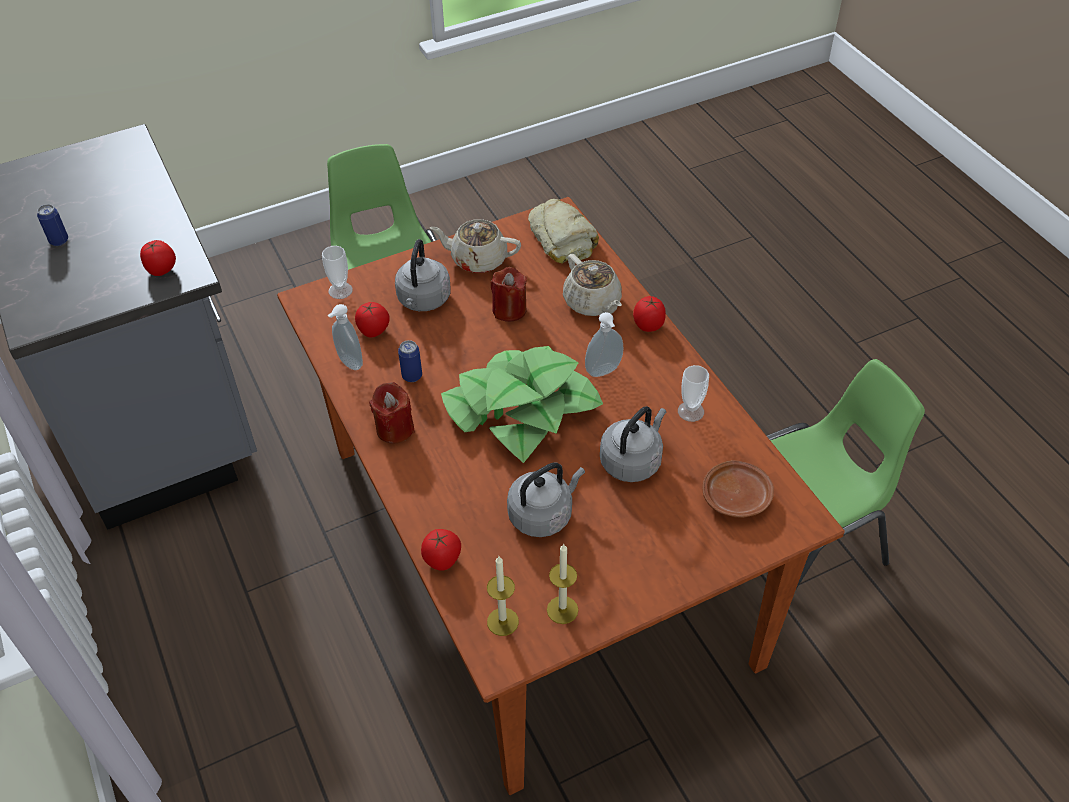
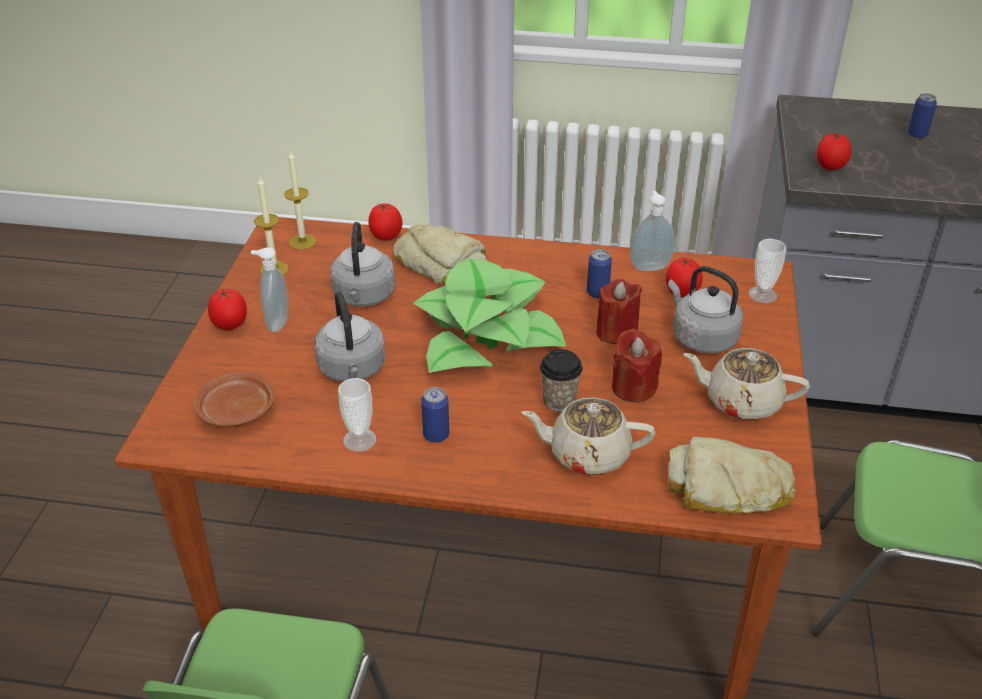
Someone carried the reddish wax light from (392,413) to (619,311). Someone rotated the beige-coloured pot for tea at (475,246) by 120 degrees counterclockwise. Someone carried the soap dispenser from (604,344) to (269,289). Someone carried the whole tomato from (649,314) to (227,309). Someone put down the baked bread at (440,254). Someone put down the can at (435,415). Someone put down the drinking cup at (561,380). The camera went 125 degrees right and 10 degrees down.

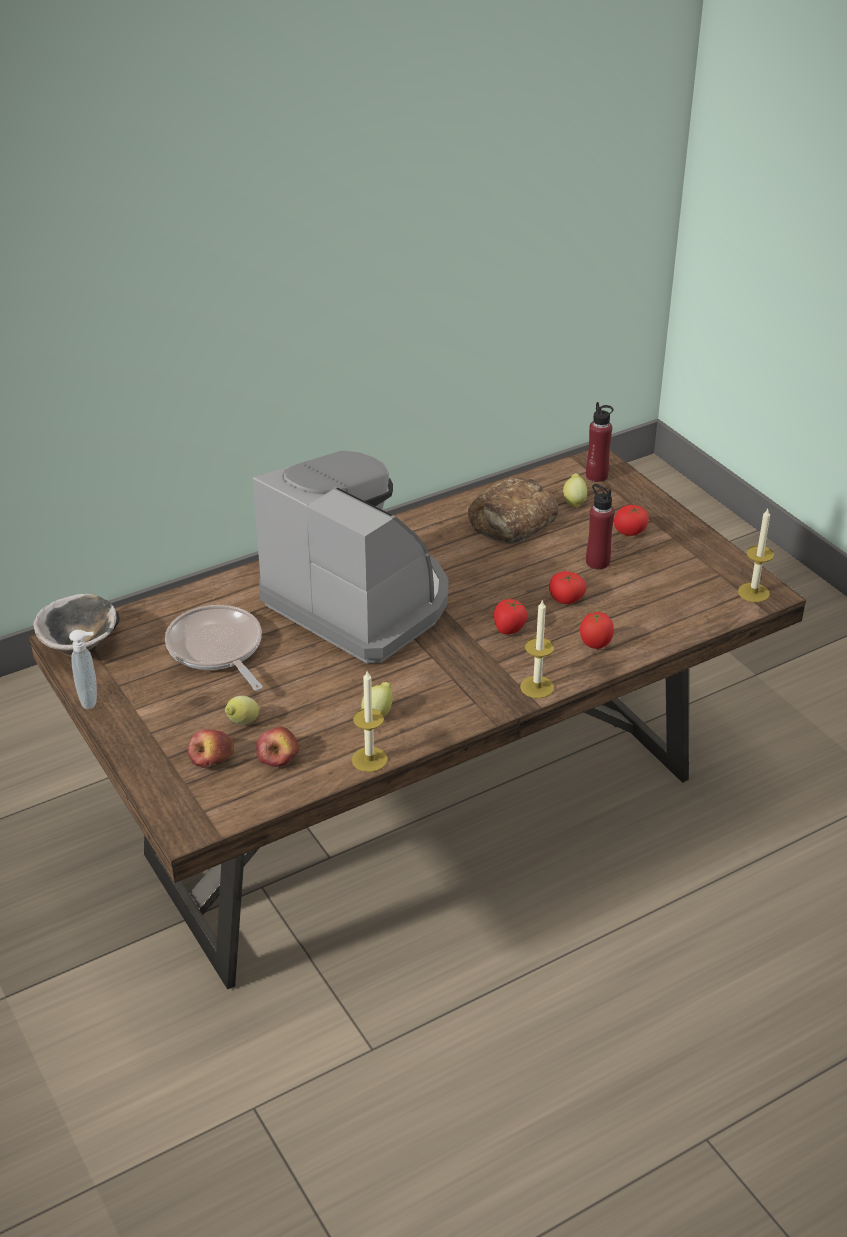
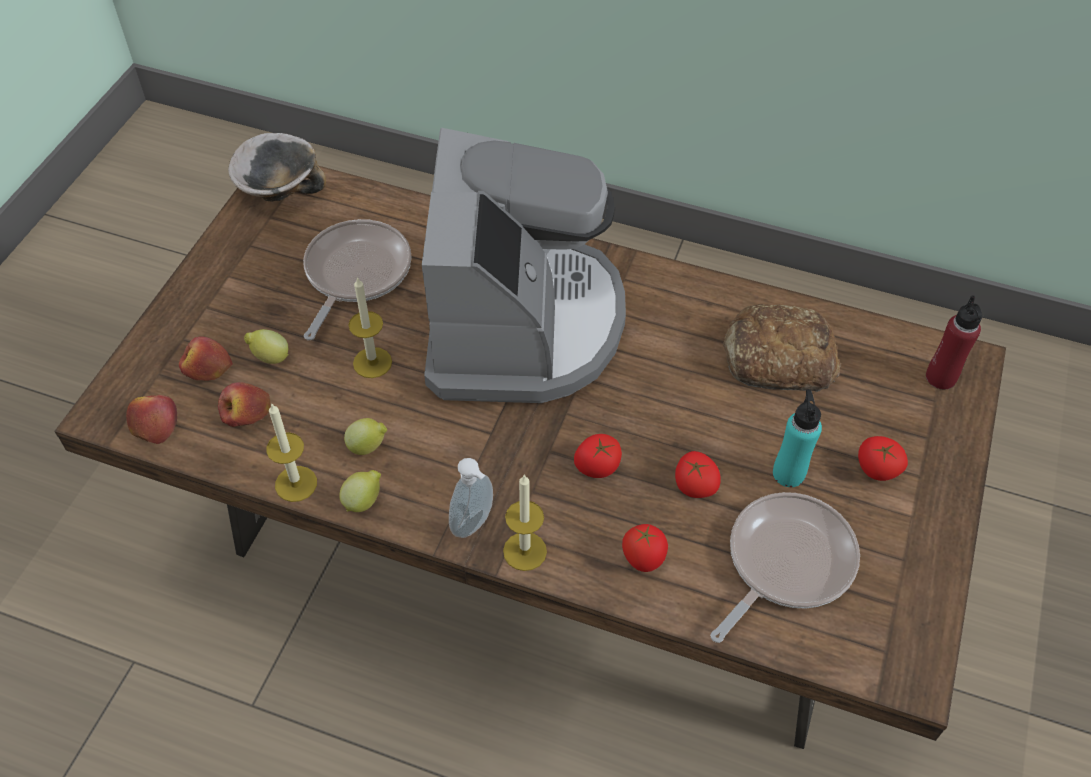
Someone carried the soap dispenser from (83,669) to (471,498). Someone carried the citrus fruit from (575,490) to (360,491). Someone repainted the reddish bottle at (600,526), which became the turquoise-coloured bottle at (797,438). Someone carried the wax light from (756,555) to (370,327). Someone put down the apple fruit at (151,419). Someone put down the pan at (785,567). The camera went 50 degrees right and 15 degrees up.

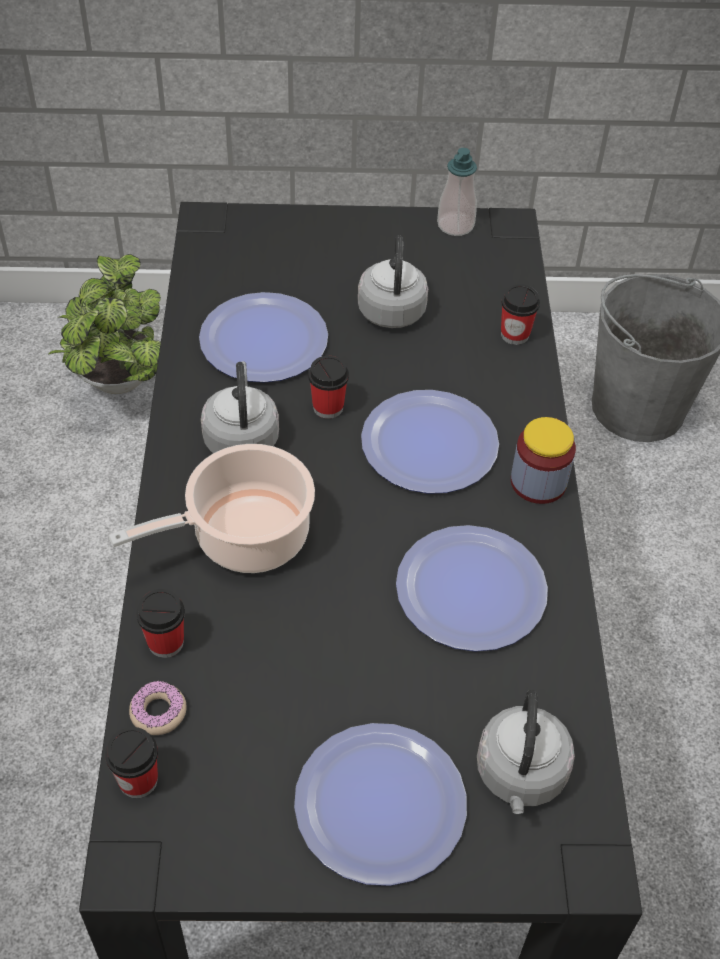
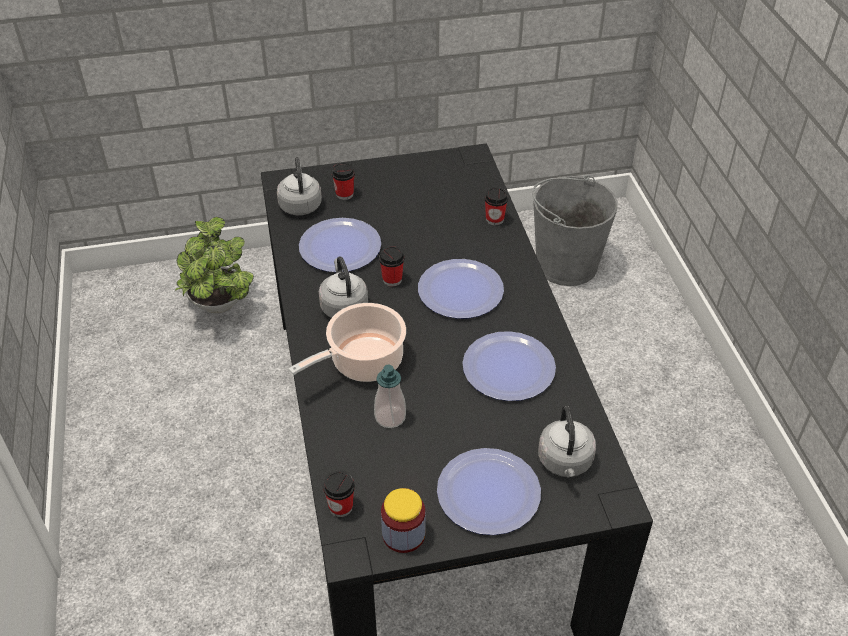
Someone took away the doughnut at (158,708). Someone carried the drinking cup from (160,623) to (343,181). Someone carried the greyish kettle from (393,281) to (299,186). Someone carried the soap dispenser from (457,192) to (390,396). Someone carried the jar from (543,460) to (403,520). The camera went 10 degrees left and 5 degrees down.

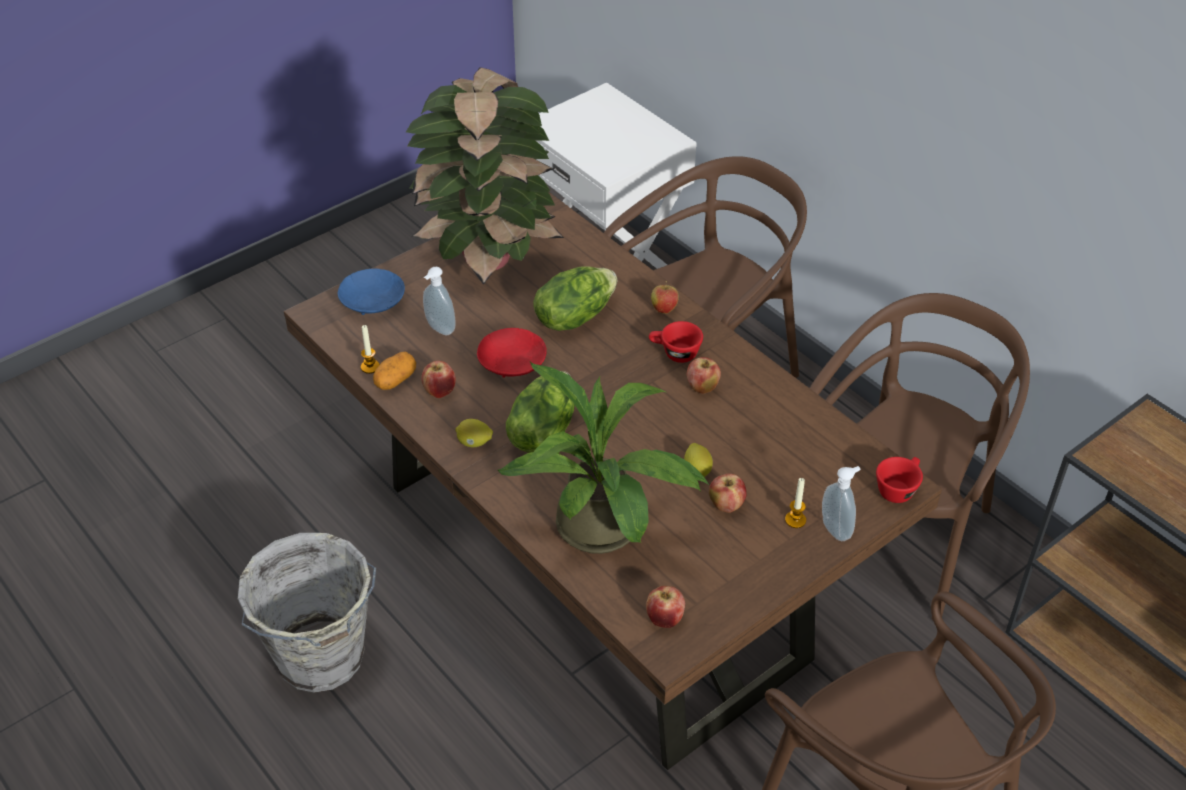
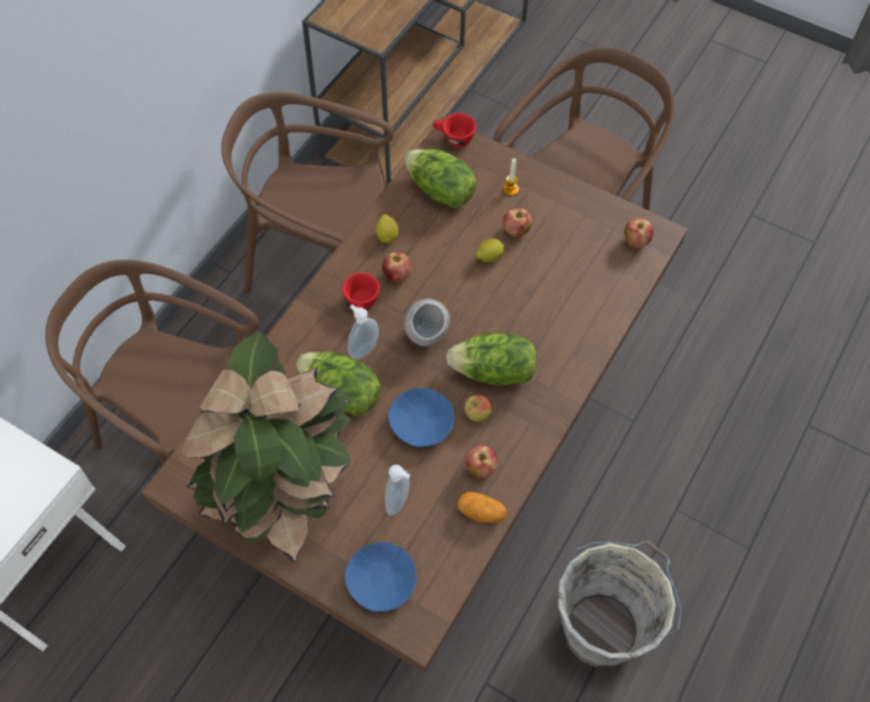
Someone took away the wax light at (370,349). Someone carried the citrus fruit from (474,433) to (387,228). Someone repainted the reddish serving bowl at (512,353), which became the blue serving bowl at (421,417). Someone took away the houseplant at (603,458). Someone carried the apple fruit from (665,297) to (477,408). Someone carried the soap dispenser from (841,503) to (363,332). Someone put down the lettuce head at (440,178). Someone put down the greyish serving bowl at (427,322). The camera went 110 degrees left and 15 degrees up.

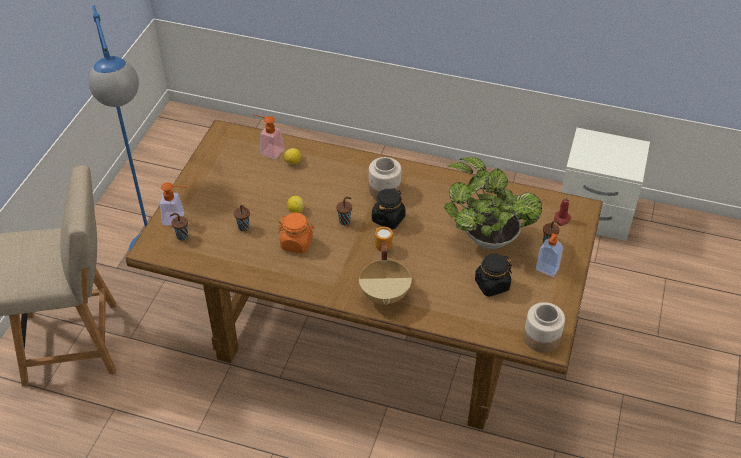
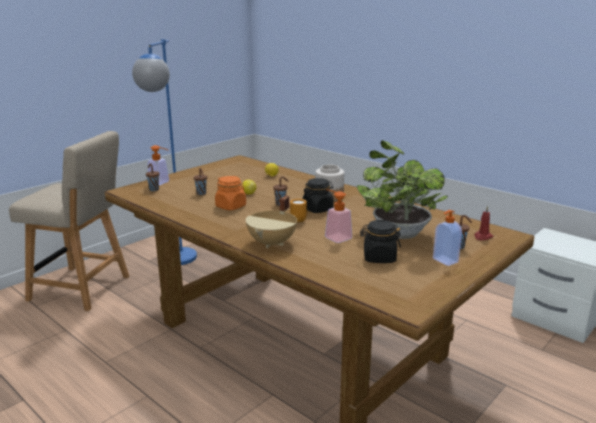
Someone carried the soap dispenser from (268,136) to (338,216). Someone took away the jar at (544,327). The camera went 25 degrees right and 25 degrees down.

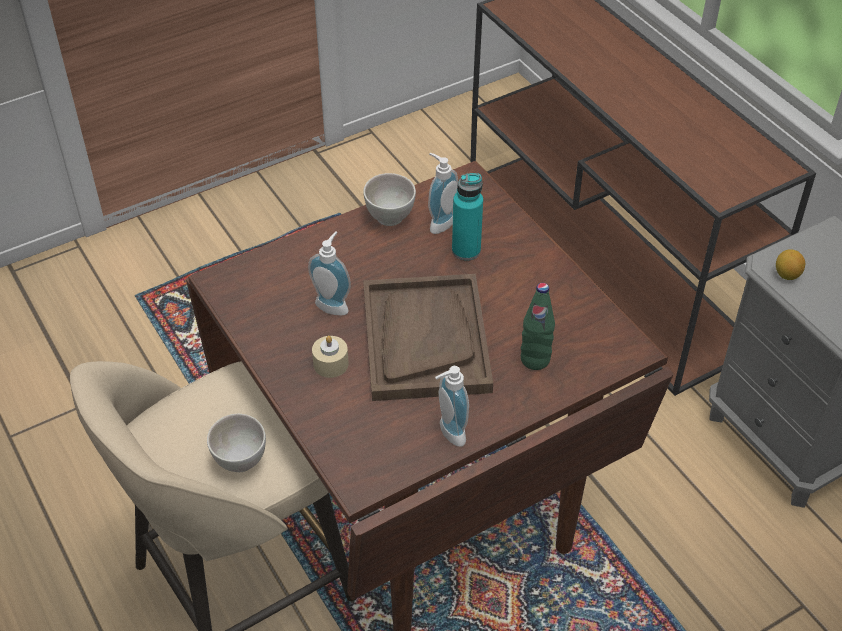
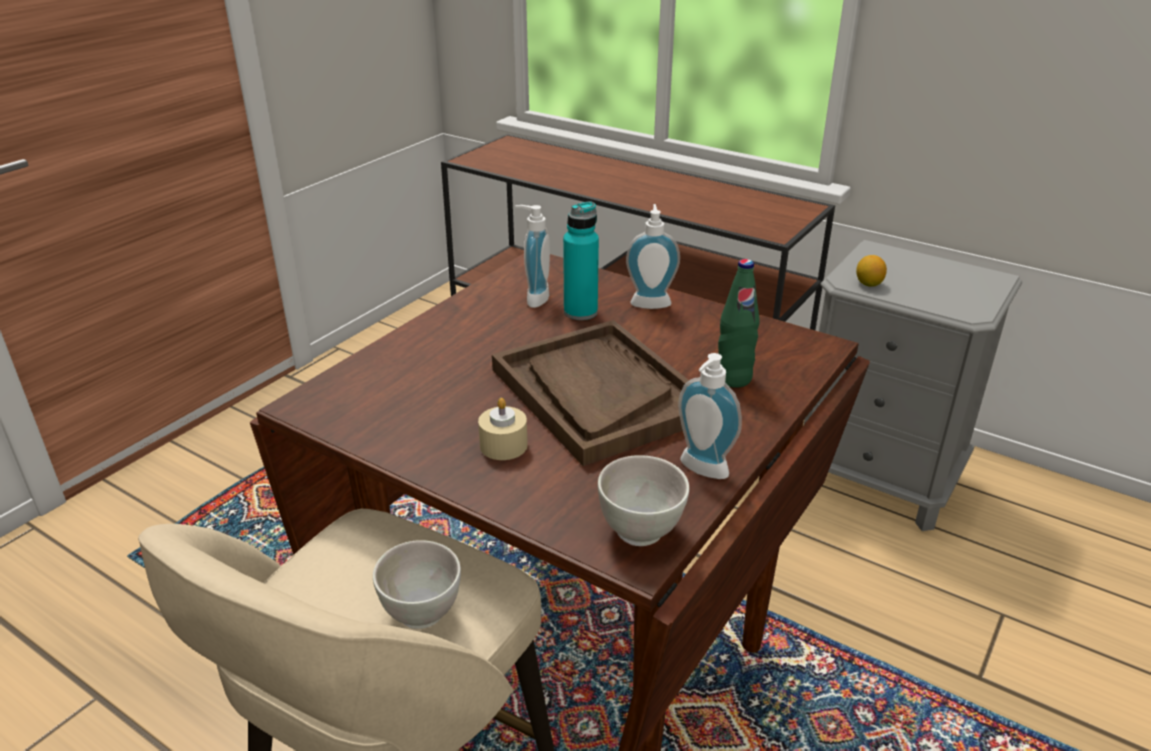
Someone carried the soap dispenser from (329,274) to (653,256). Someone carried the white serving bowl from (389,199) to (643,500). The camera went 25 degrees left and 15 degrees down.

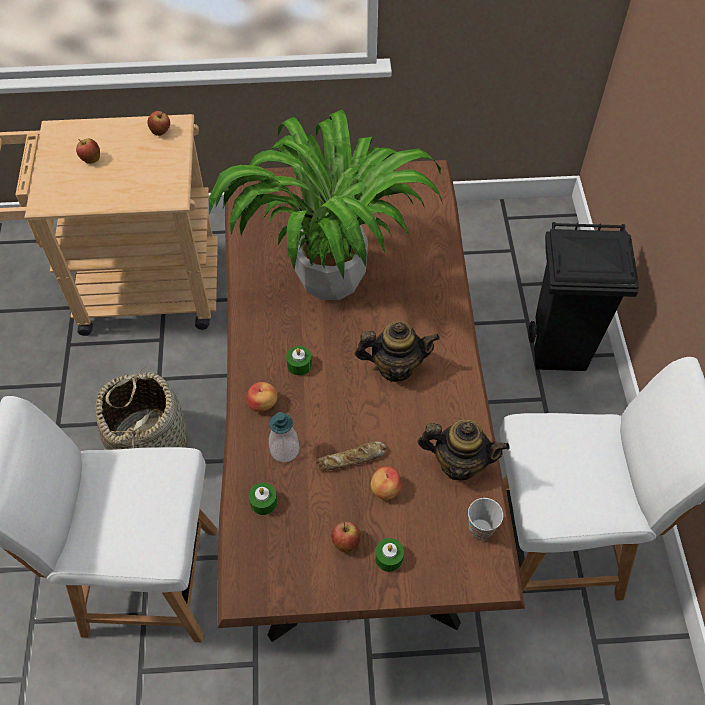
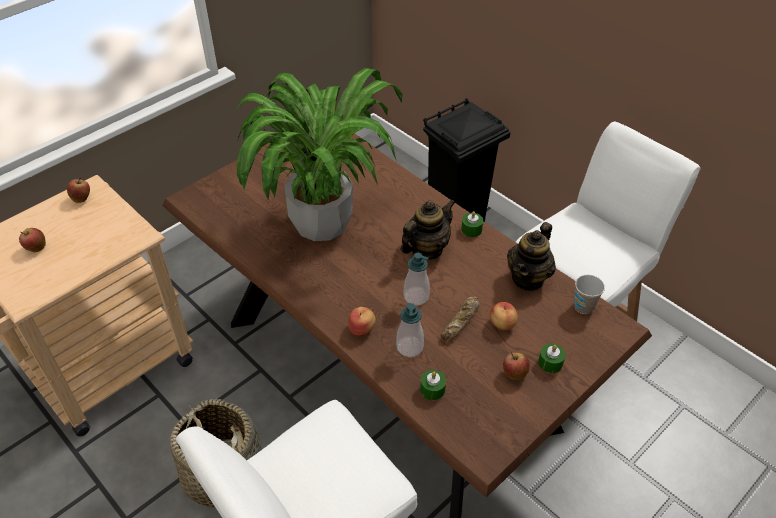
Someone carried the green-coloured wax light from (299,361) to (472,224). Someone rotated the pot for tea at (464,450) by 150 degrees clockwise. Someone put down the soap dispenser at (417,279). The camera went 40 degrees left and 10 degrees down.

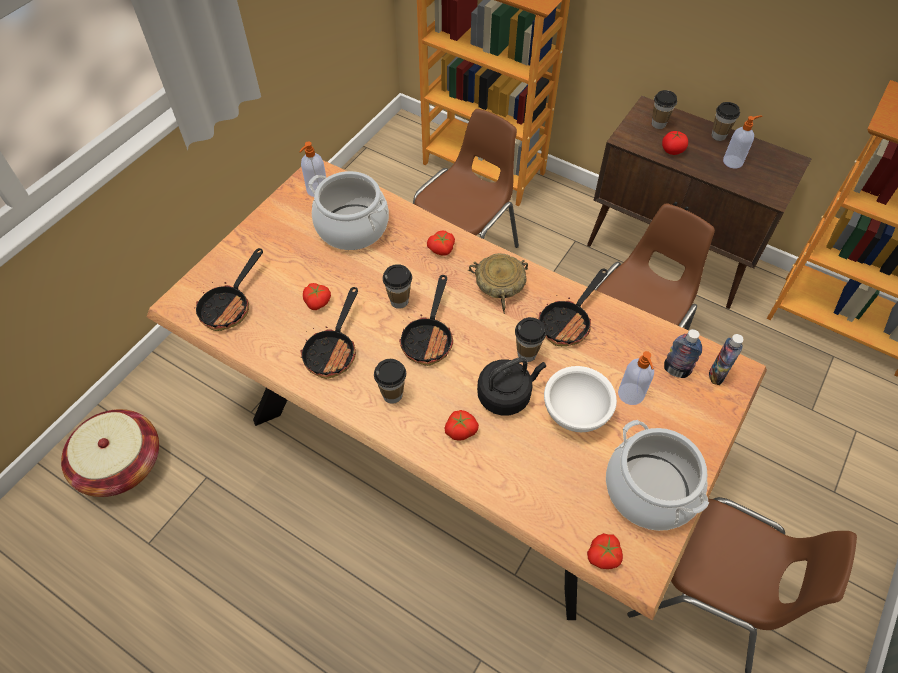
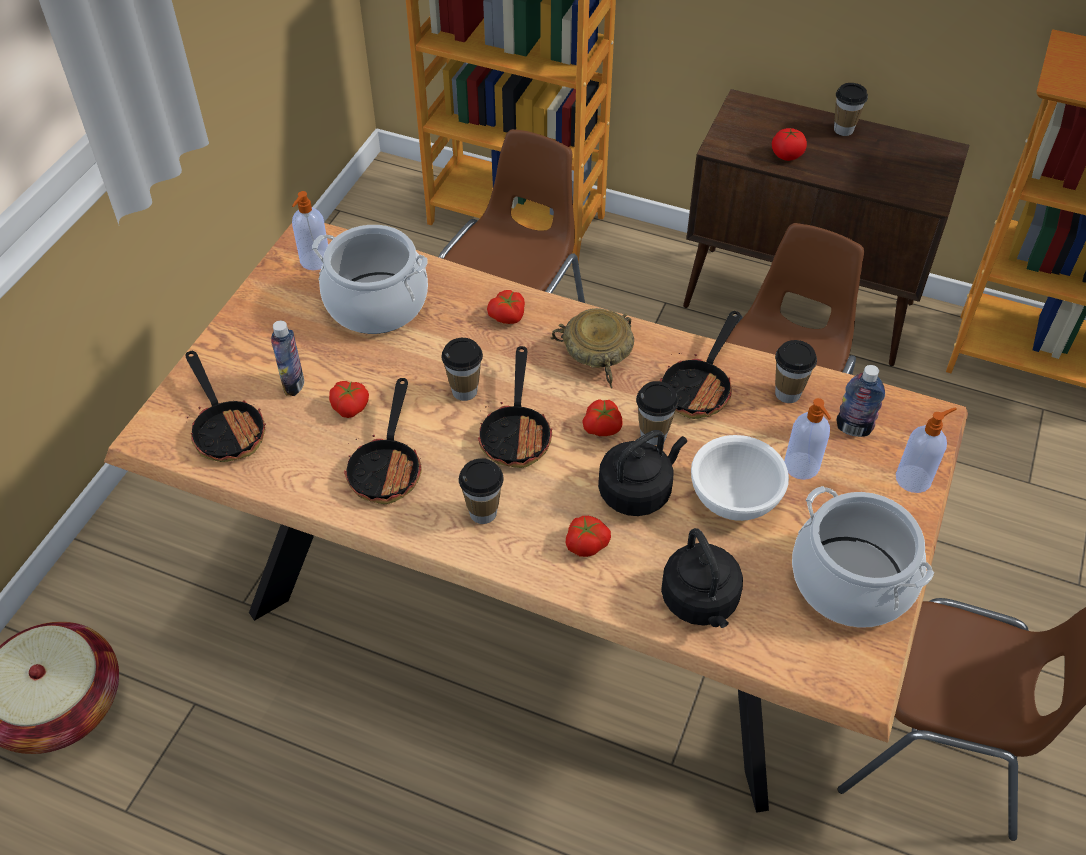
Someone rotated the pan at (228,289) by 45 degrees counterclockwise. Someone carried the whole tomato from (605,551) to (602,417). Someone carried the drinking cup from (664,109) to (796,371). Someone carried the bottle from (726,359) to (287,358). Someone carried the soap dispenser from (742,142) to (926,450). Someone put down the black kettle at (702,578). The camera went 10 degrees left and 5 degrees down.

